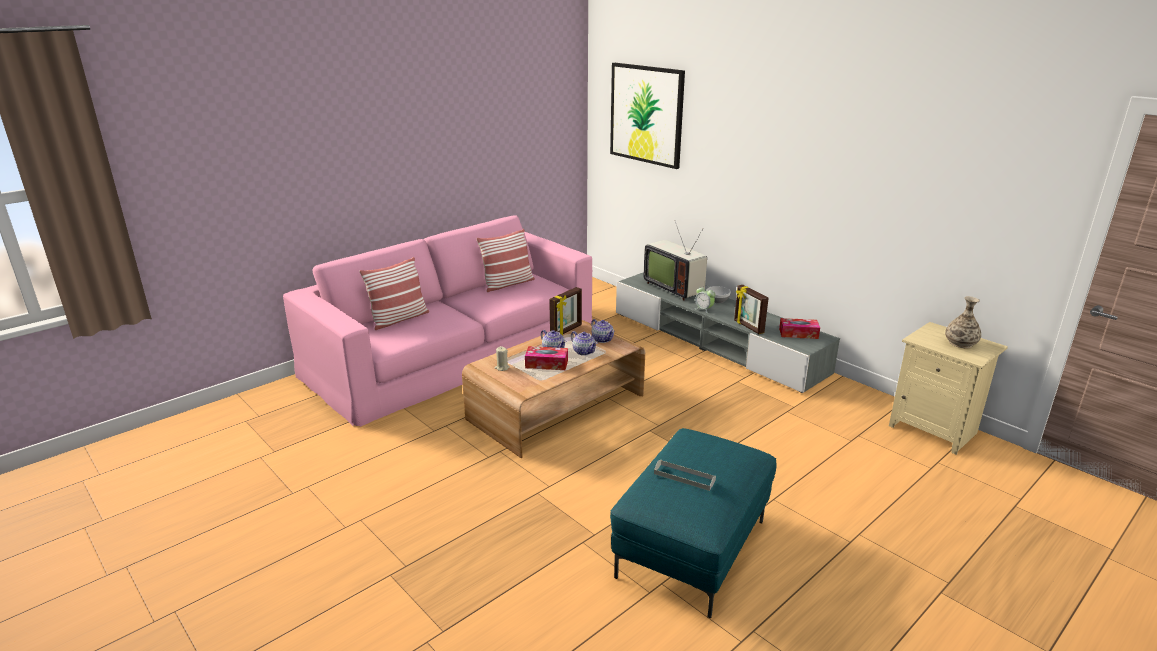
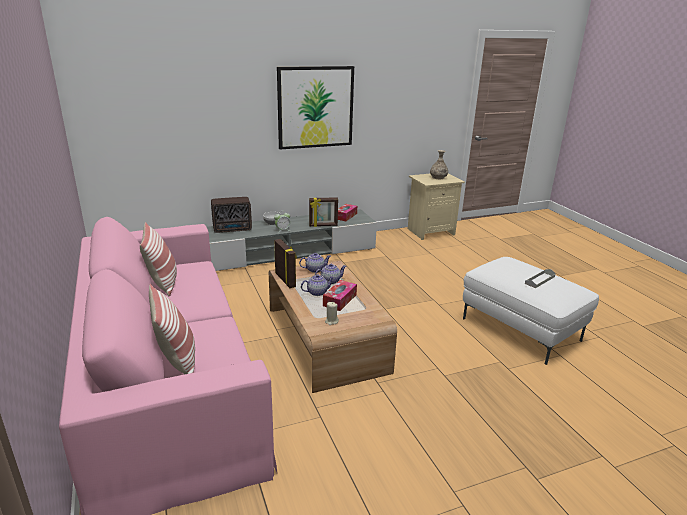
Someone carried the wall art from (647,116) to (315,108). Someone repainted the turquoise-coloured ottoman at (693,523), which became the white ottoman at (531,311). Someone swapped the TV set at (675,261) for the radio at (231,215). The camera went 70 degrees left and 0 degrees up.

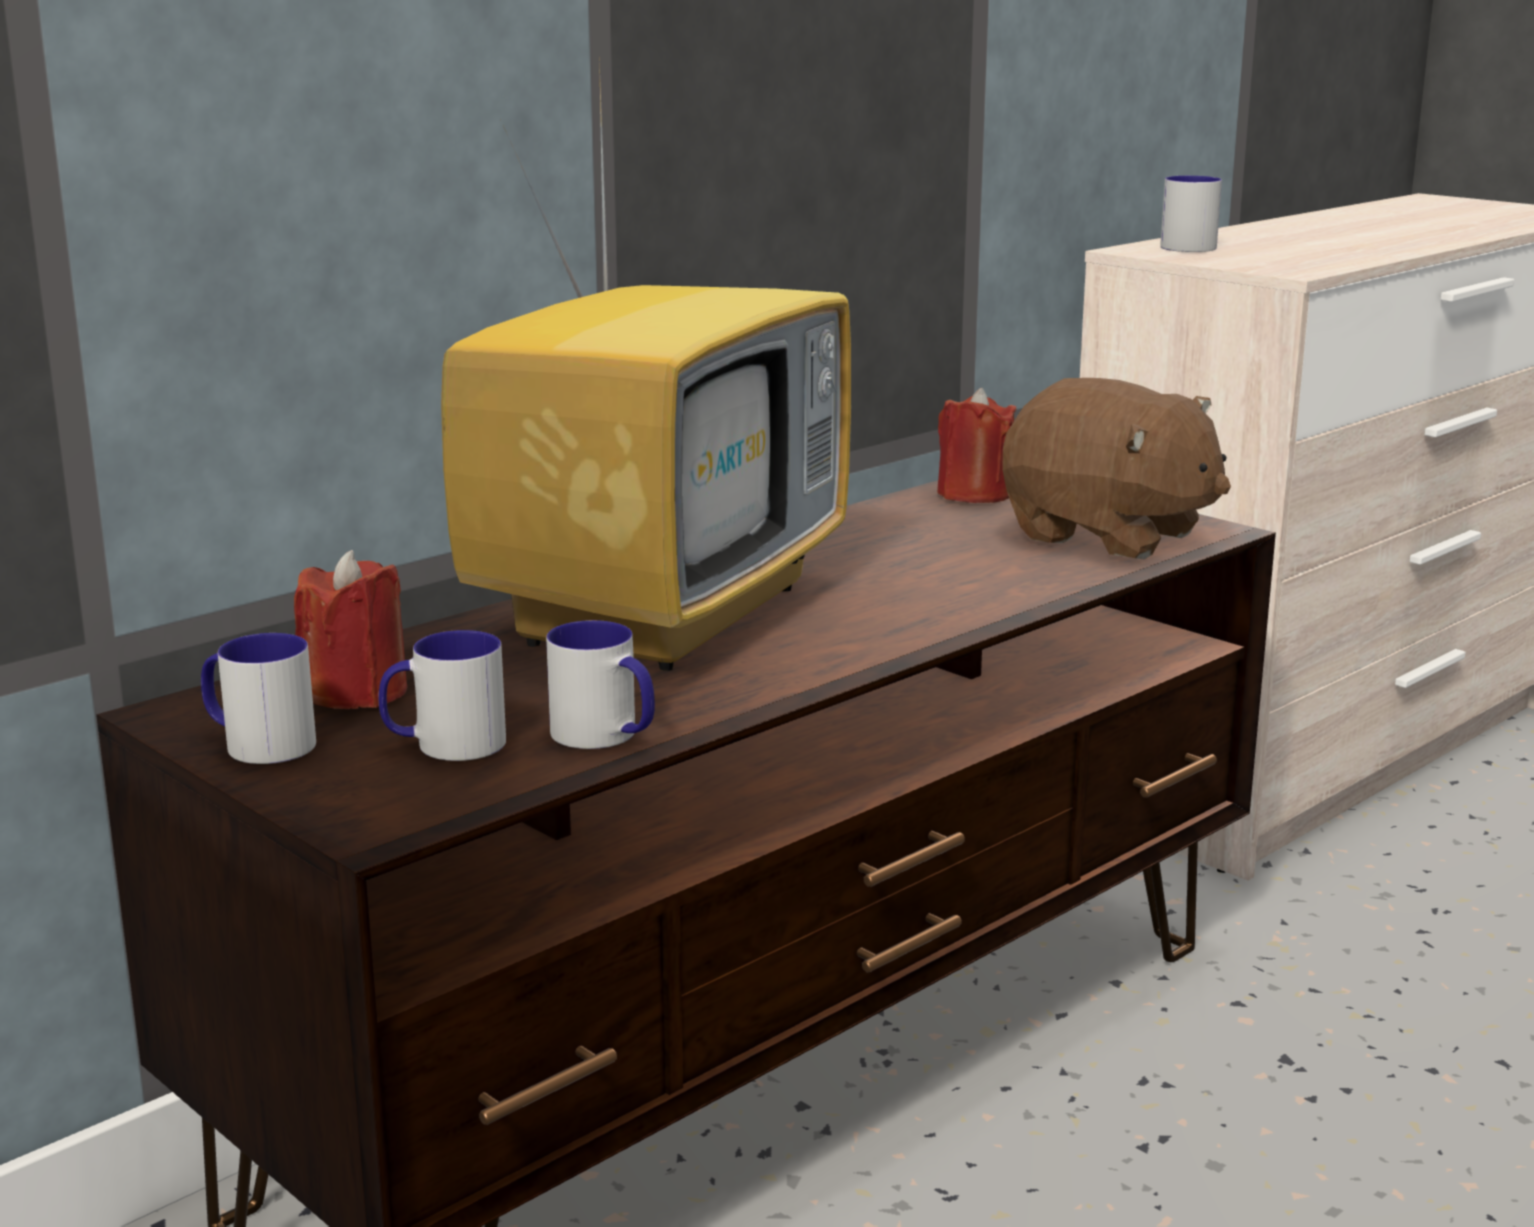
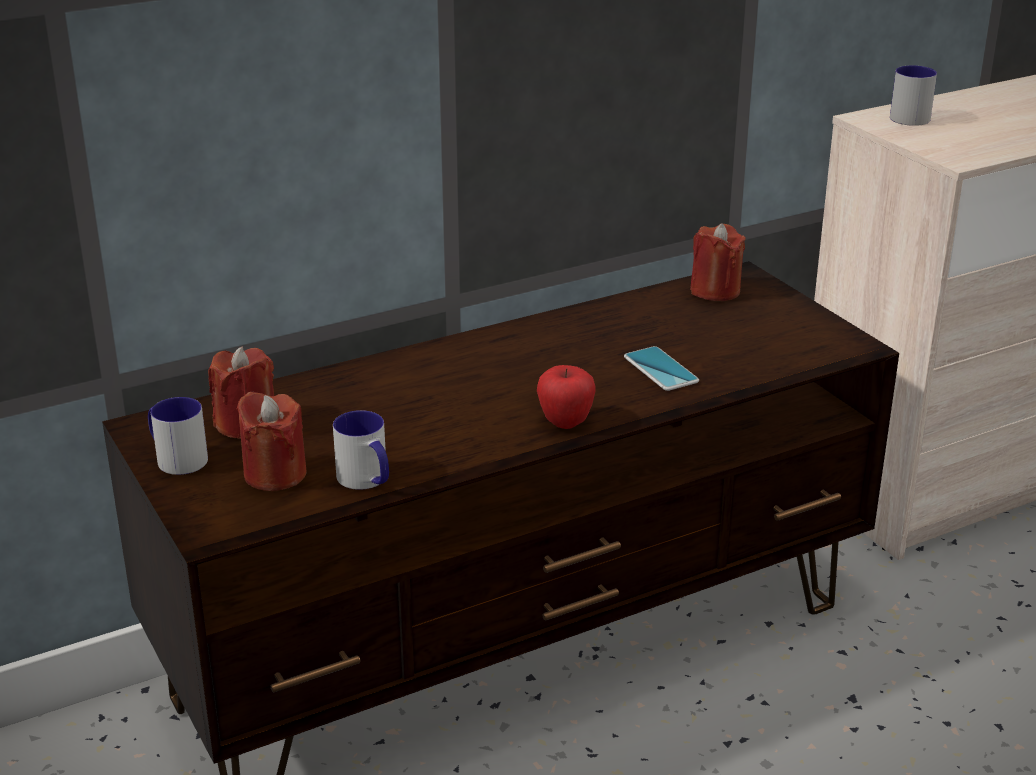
Someone swapped the coffee mug at (442,695) for the reddish wax light at (271,441). Someone took away the TV set at (646,365). Someone took away the brown plush toy at (1116,468). Someone put down the apple fruit at (566,397). Someone put down the handset at (661,368). The camera went 15 degrees right and 10 degrees up.

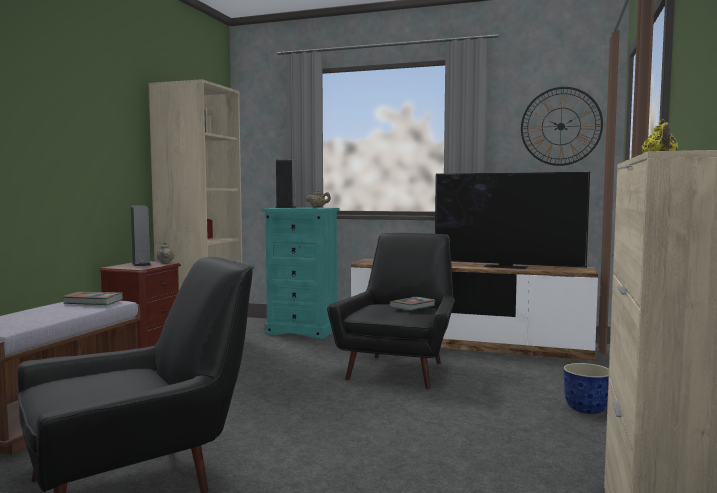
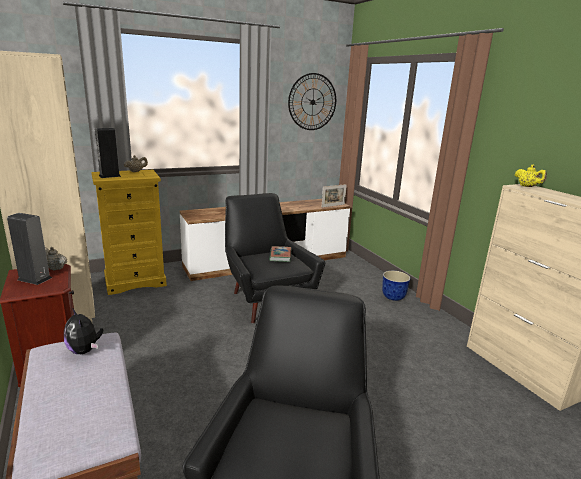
Someone swapped the volume at (93,298) for the plush toy at (83,331). Someone repainted the turquoise-coloured dresser at (300,273), which became the yellowish dresser at (129,232). Someone took away the TV set at (512,220). Someone put down the photo frame at (334,195). The camera went 45 degrees left and 15 degrees up.

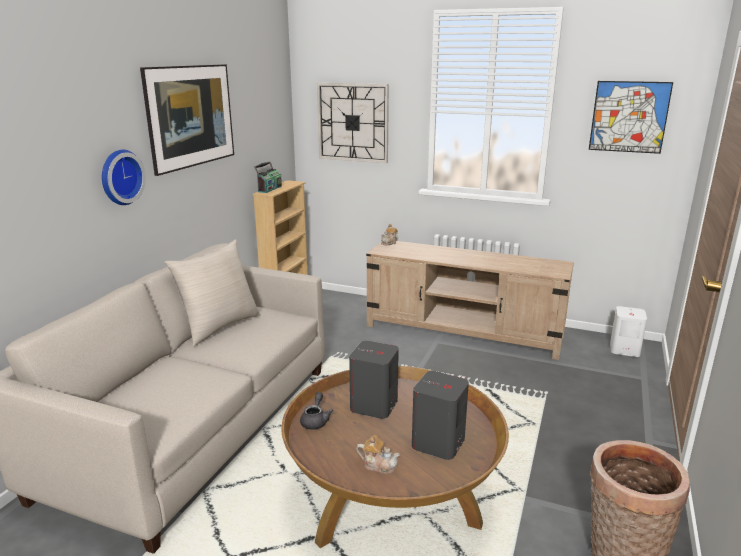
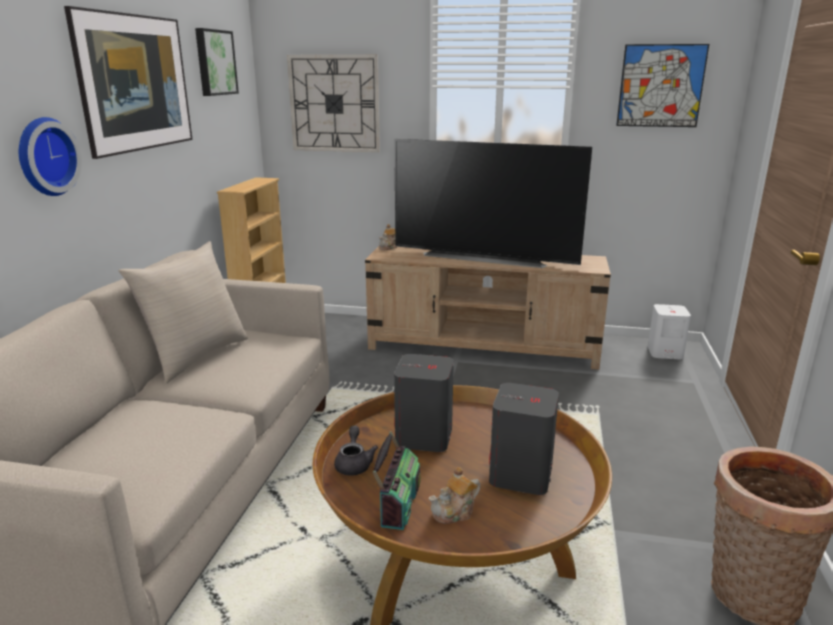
Someone carried the radio from (268,177) to (397,480). Someone rotated the pot for tea at (378,454) by 135 degrees clockwise. Someone put up the wall art at (217,62). Someone put down the TV set at (493,203). The camera went 10 degrees left and 0 degrees up.

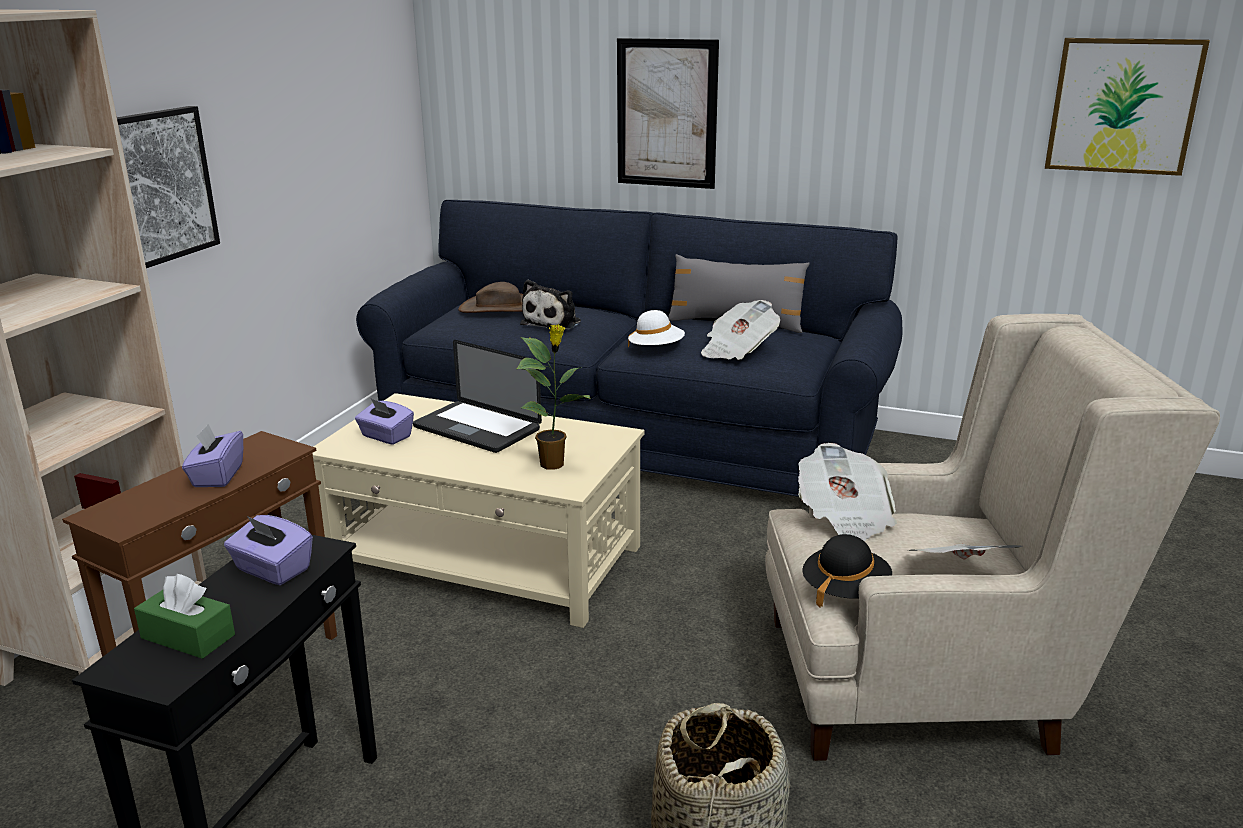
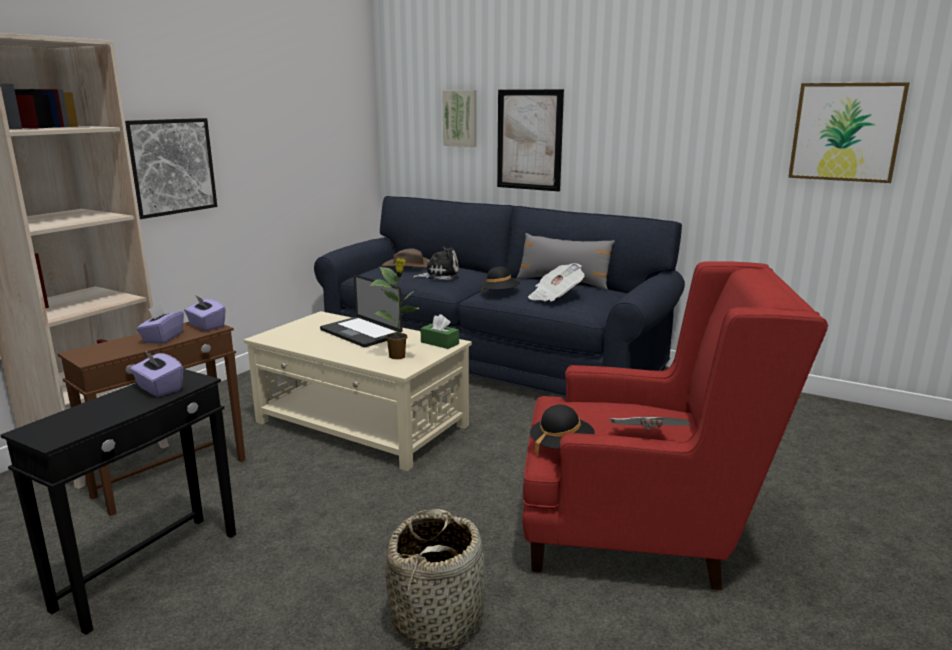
Someone carried the green-coloured tissue holder from (184,616) to (439,331). Someone carried the purple tissue holder from (384,422) to (205,313). Someone rotated the plush toy at (550,305) by 135 degrees counterclockwise. Someone repainted the white clothing hat at (656,329), which became the black clothing hat at (500,279). Someone repainted the beige-coloured lounge chair at (992,537), which became the reddish lounge chair at (675,425). Someone took away the newspaper at (847,492). Someone put up the wall art at (459,118). The camera went 10 degrees right and 5 degrees down.

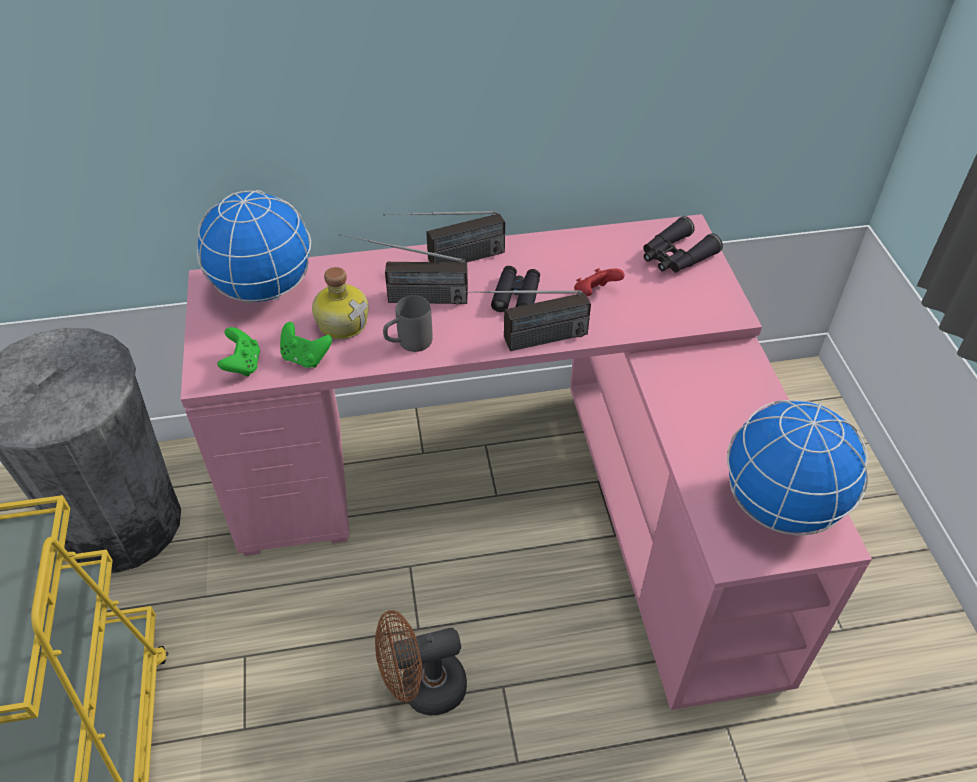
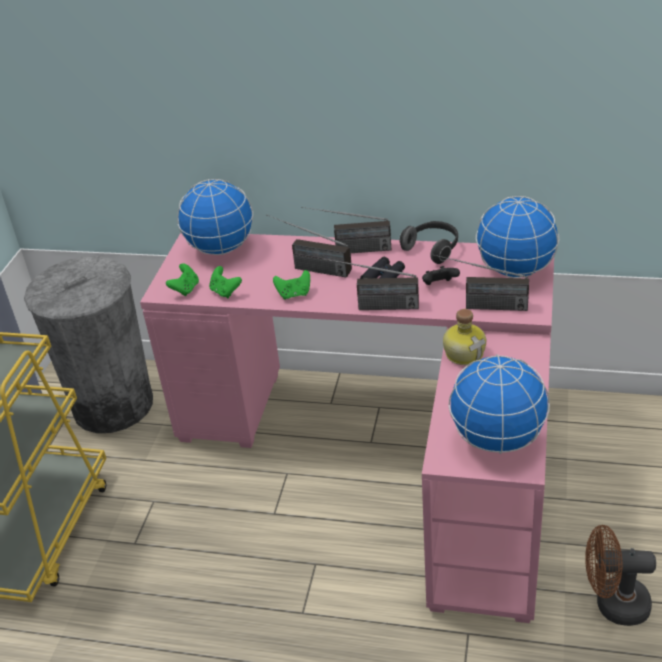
Someone carried the bottle from (340,303) to (464,337). Someone carried the brown cooling fan from (421,663) to (620,575). Someone swapped the greyish coffee mug at (408,323) for the green-coloured gamepad at (291,285). Someone repainted the reddish gamepad at (599,282), which became the black gamepad at (441,275). Someone swapped the black pair of binoculars at (683,244) for the world globe at (517,237). Someone put down the pair of headphones at (428,242). Someone put down the radio at (481,282). The camera went 25 degrees right and 10 degrees down.

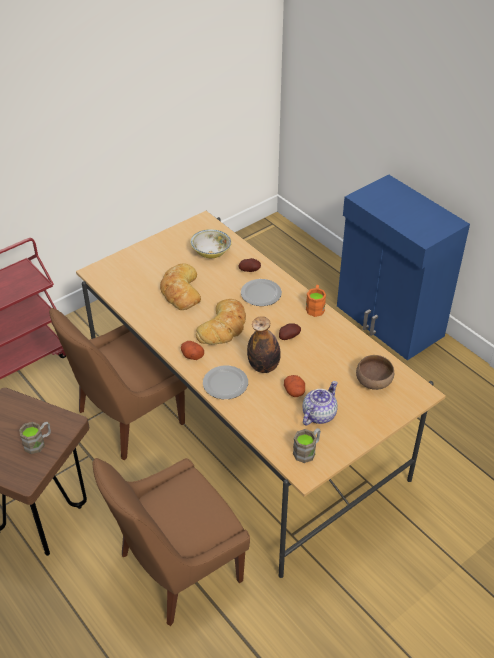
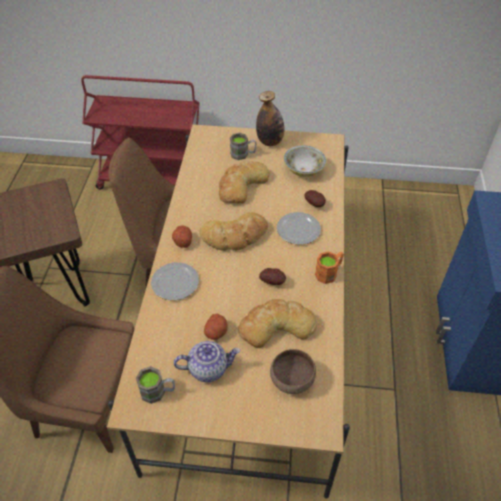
Someone carried the brown coffee mug from (35,438) to (243,146). Someone carried the bottle from (264,344) to (270,118). Someone put down the baked bread at (277,323). The camera went 45 degrees right and 5 degrees up.

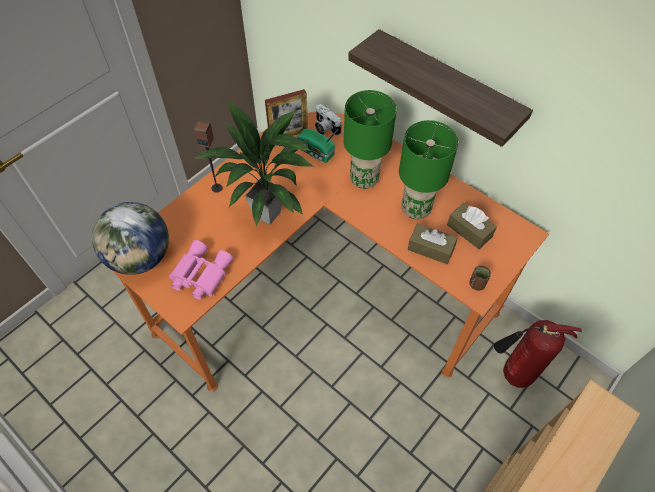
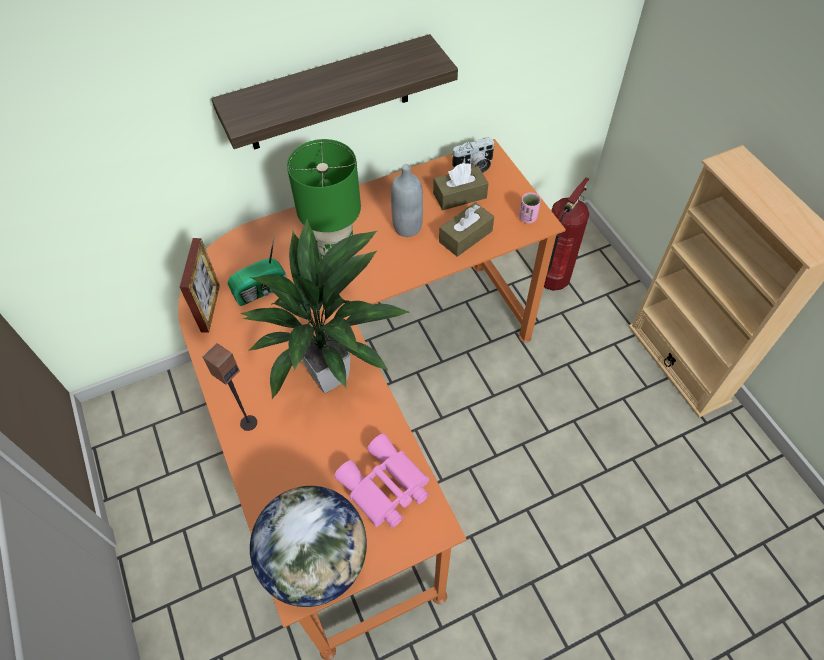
Someone carried the photo camera from (328,119) to (473,155). Someone swapped the green-coloured tabletop lamp at (428,169) for the greyish bottle at (407,200). Someone repainted the brown drinking cup at (480,278), which became the pink-coloured drinking cup at (530,208). The camera went 65 degrees left and 0 degrees up.

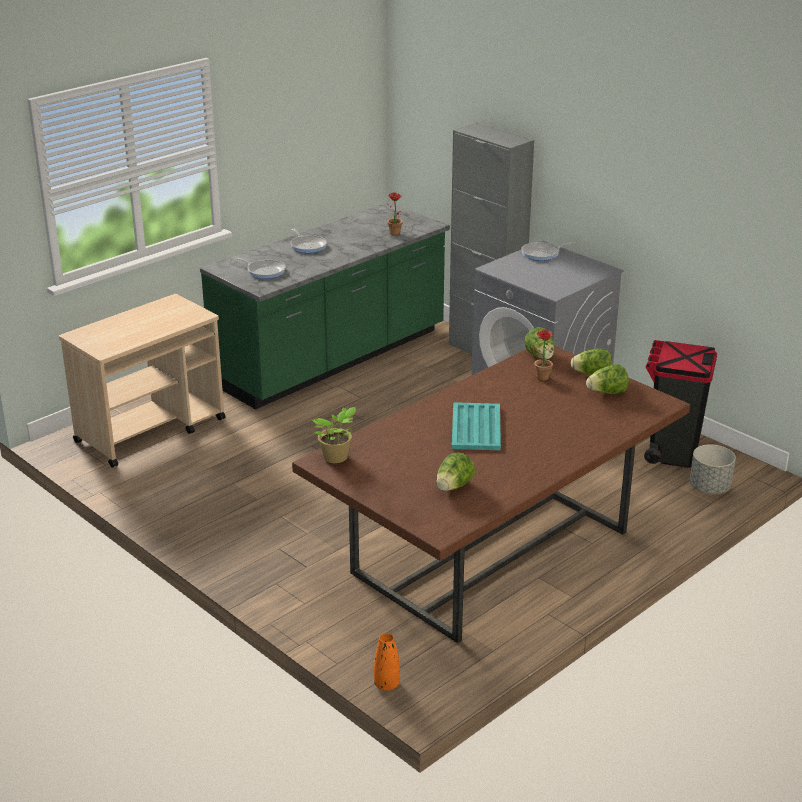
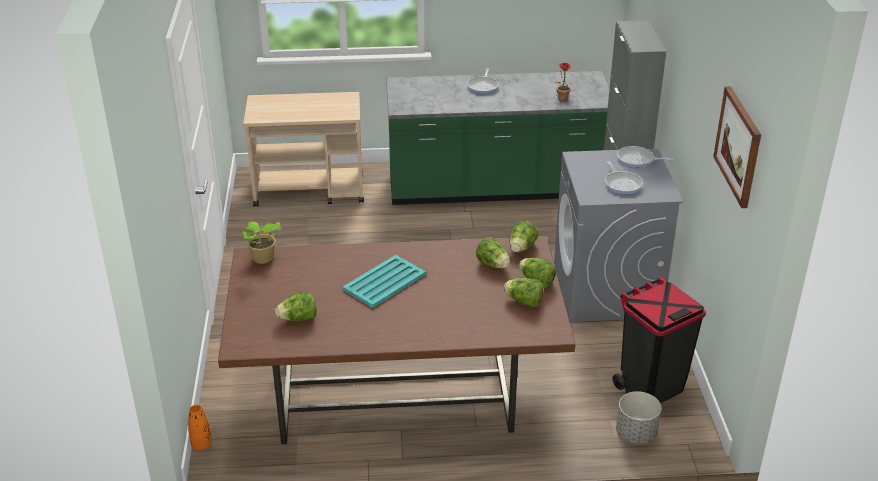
Someone carried the pan from (260,268) to (624,177). Someone swapped the houseplant at (540,355) for the lettuce head at (493,253). Someone put up the wall art at (737,147). The camera went 40 degrees right and 5 degrees up.

